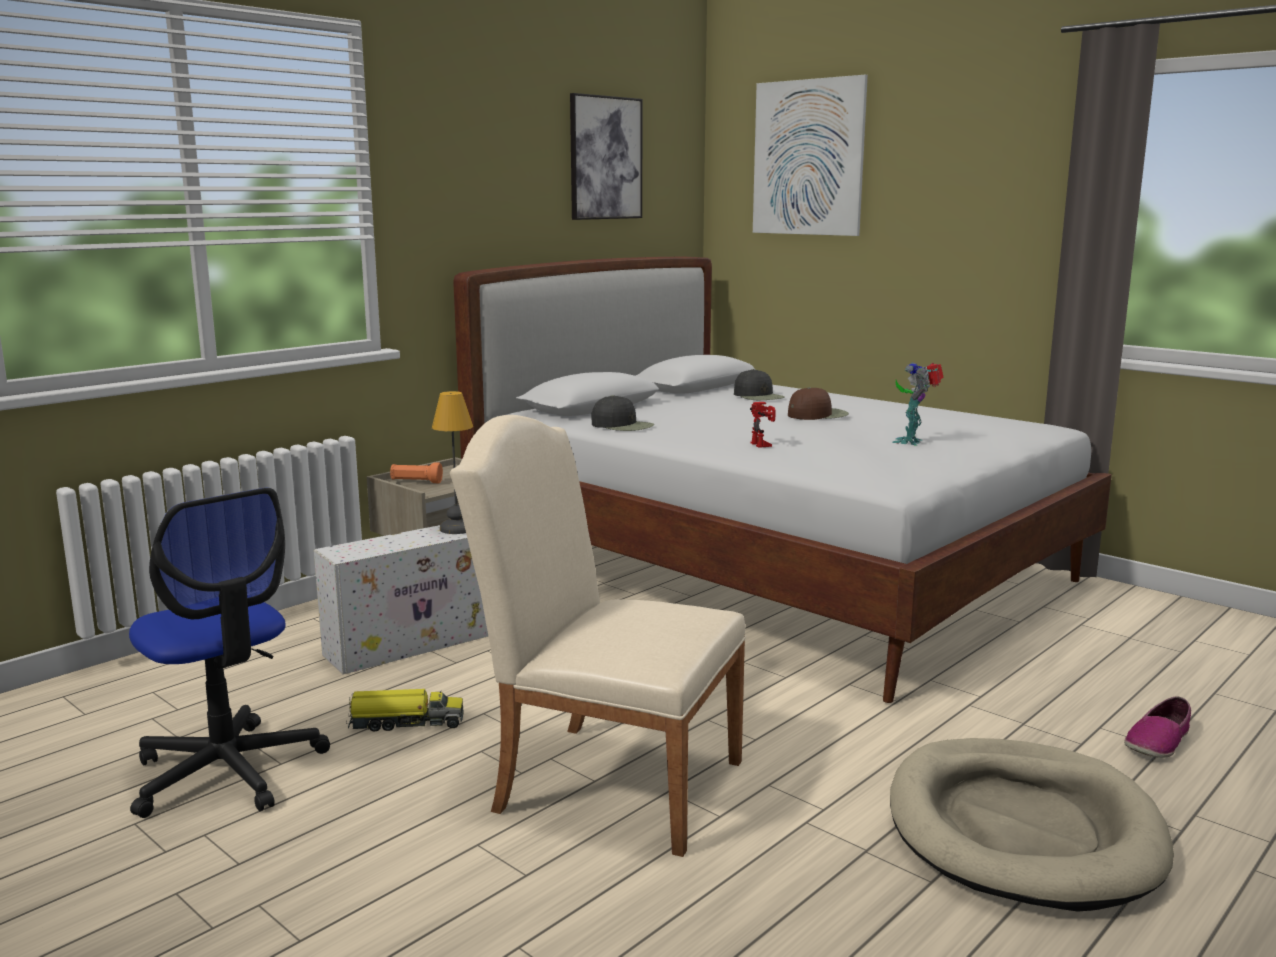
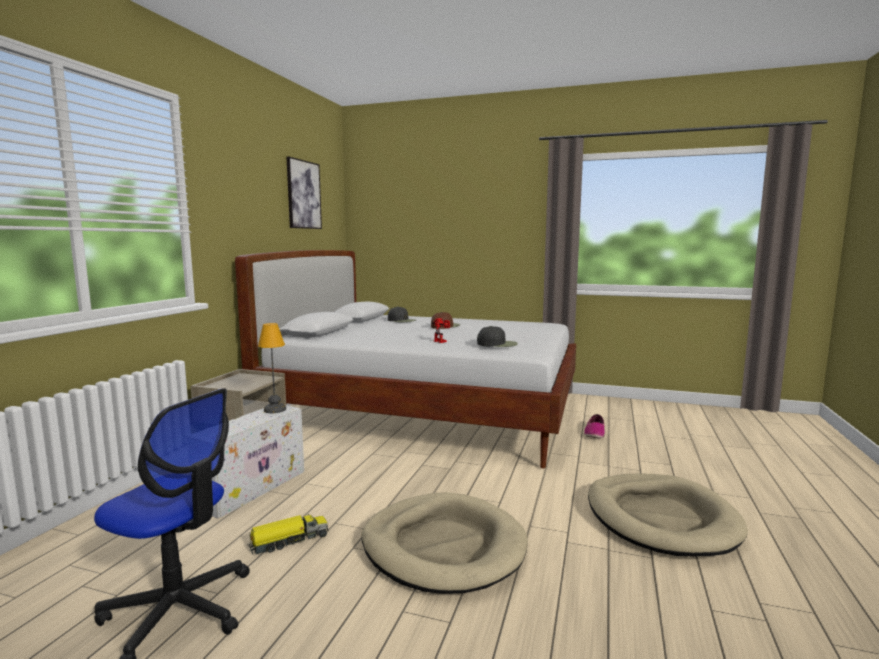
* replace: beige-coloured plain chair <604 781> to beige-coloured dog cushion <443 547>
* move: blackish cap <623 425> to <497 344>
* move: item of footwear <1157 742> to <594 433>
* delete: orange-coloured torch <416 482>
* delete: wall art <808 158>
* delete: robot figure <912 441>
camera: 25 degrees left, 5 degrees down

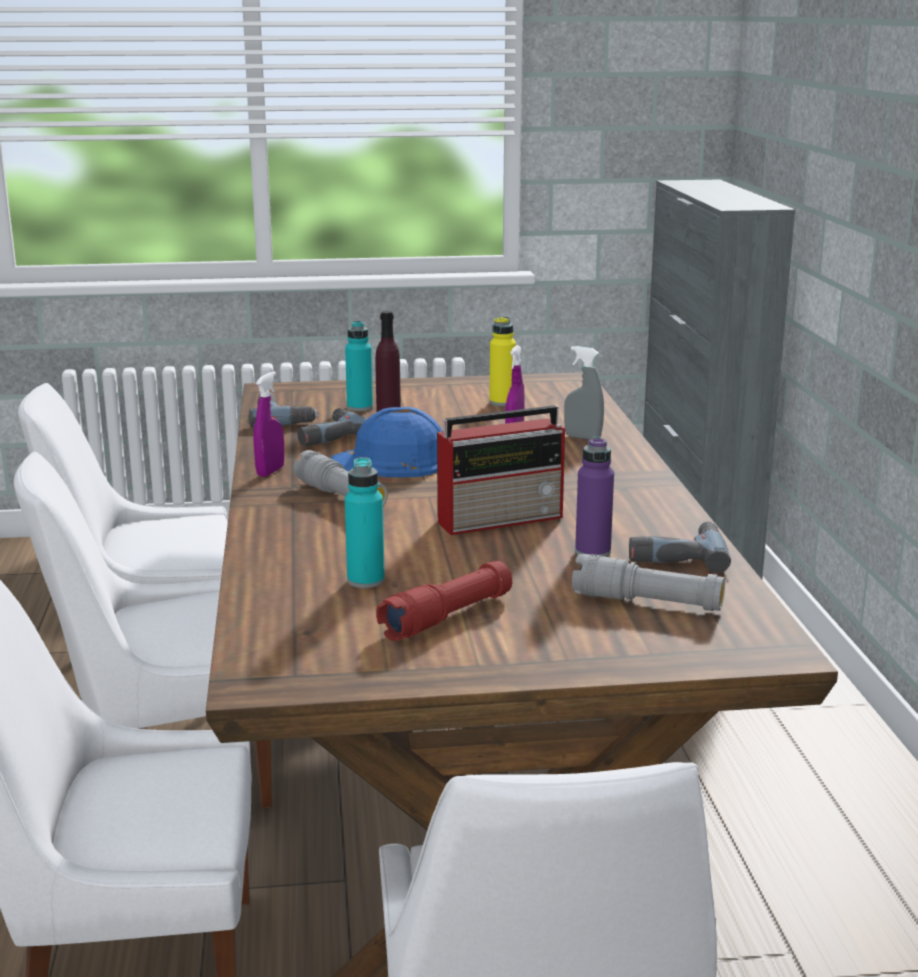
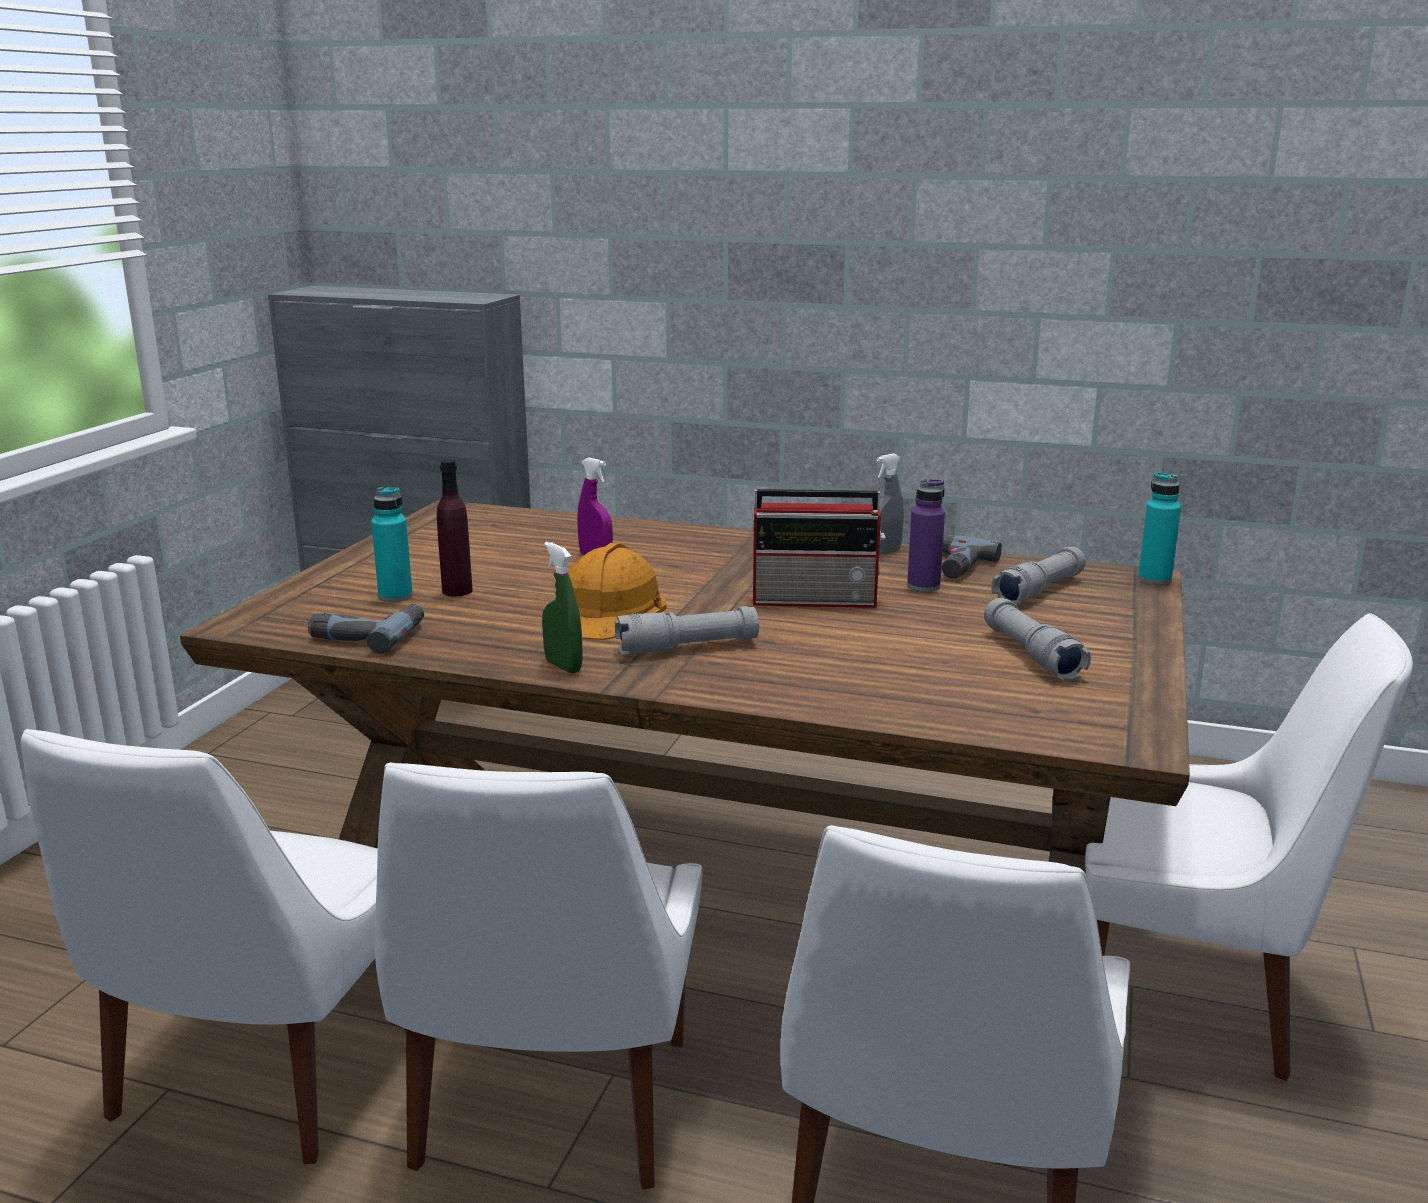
* recolor: purple-coloured spray bottle <270 471> to green spray bottle <563 666>
* recolor: blue-coloured work helmet <392 462> to orange-coloured work helmet <606 612>
* rotate: radio set <502 519> = <817 599> 90 degrees clockwise
* move: gray spray bottle <582 437> to <884 552>
* recolor: red torch <447 617> to gray torch <1031 655>
* move: blue-green bottle <365 580> to <1154 579>
* delete: electric drill <329 436>
* delete: yellow-coloured bottle <502 402>
camera: 65 degrees left, 0 degrees up

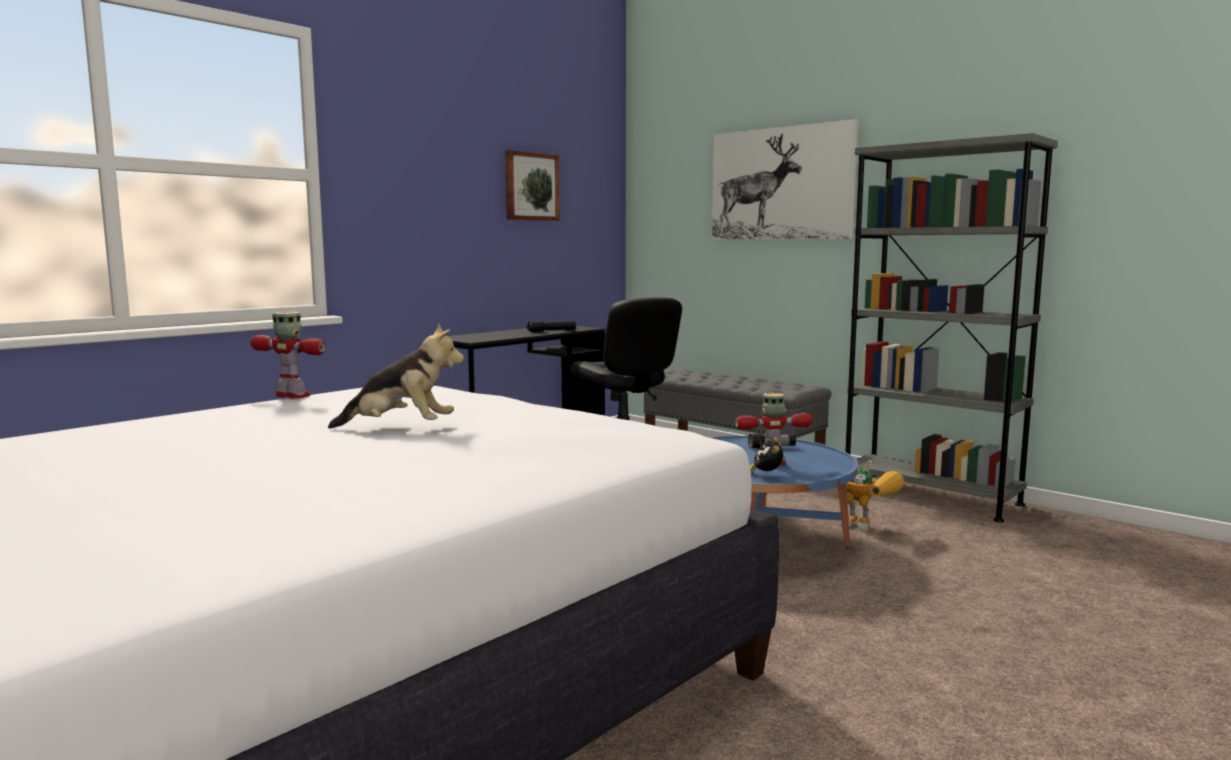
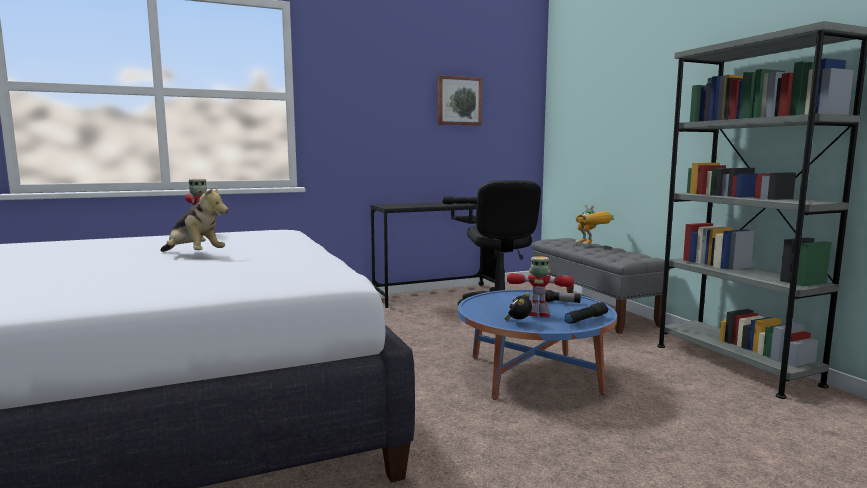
* insert: blackish torch <585 319>
* move: robot figure <869 527> to <591 245>
* delete: wall art <781 184>
camera: 25 degrees right, 0 degrees up

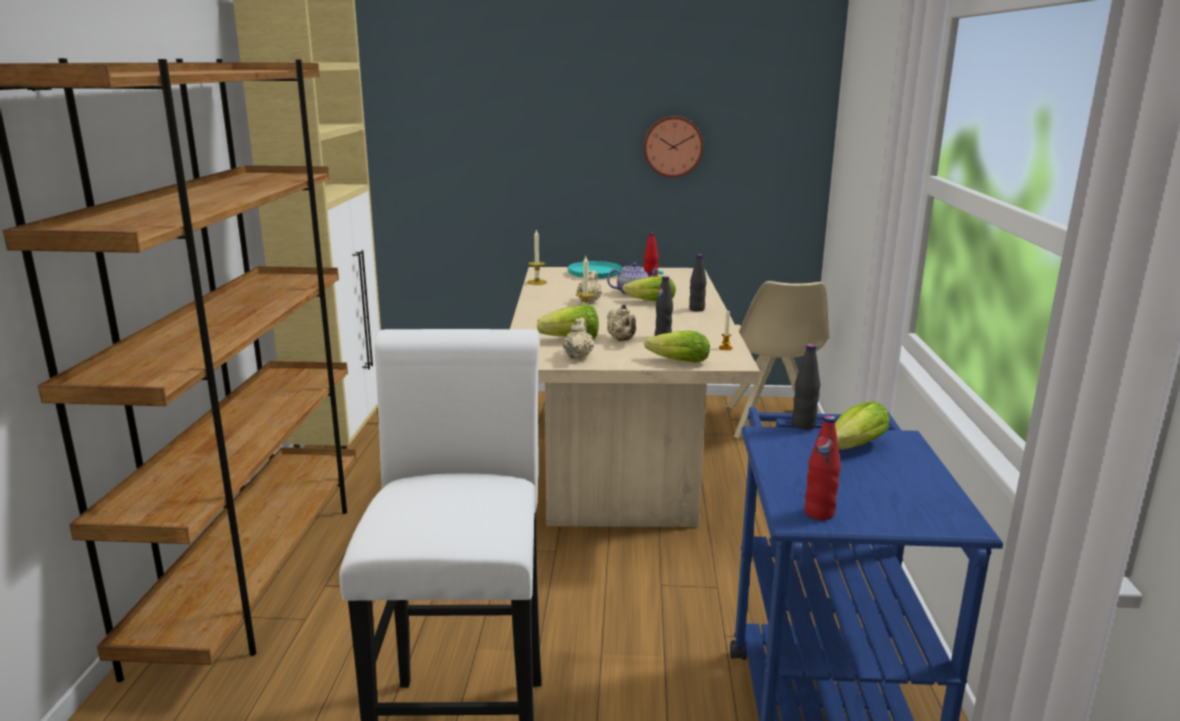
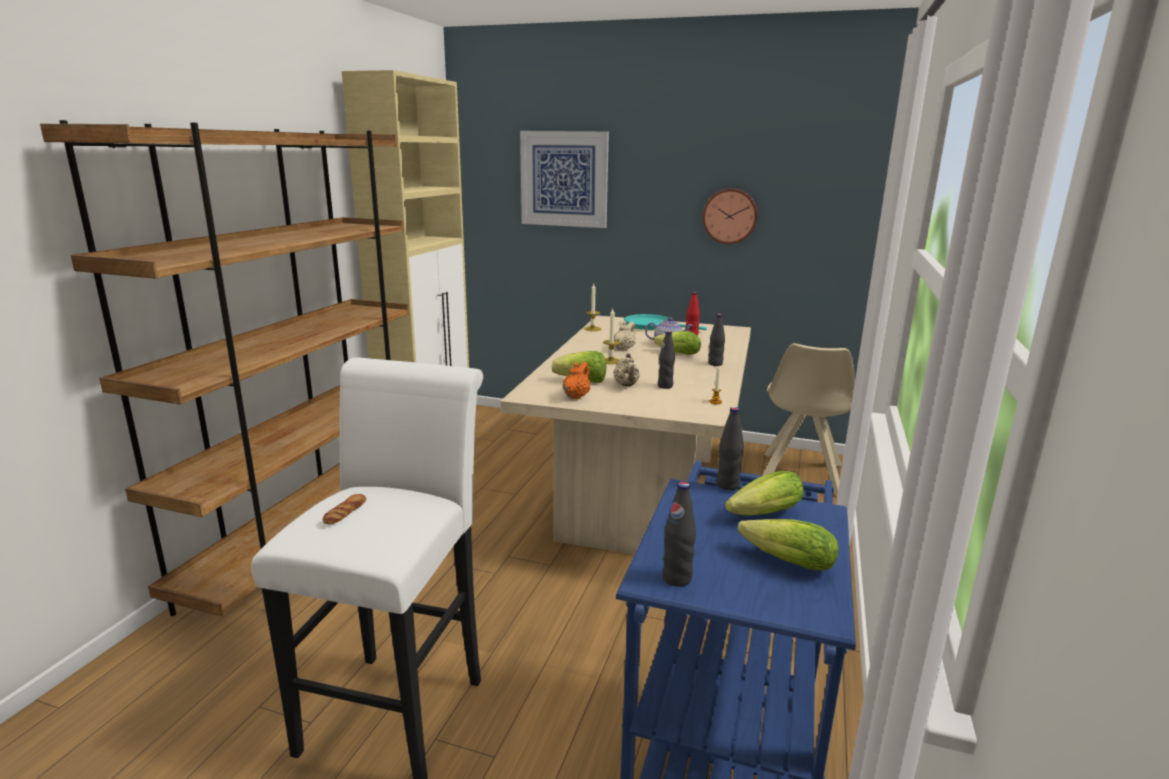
* insert: bread <345 513>
* insert: wall art <564 179>
* recolor: beige-coloured tea pot <578 356> to orange-coloured tea pot <576 396>
* recolor: red bottle <819 513> to blackish bottle <677 578>
* move: lettuce head <675 361> to <783 561>
camera: 15 degrees right, 0 degrees up

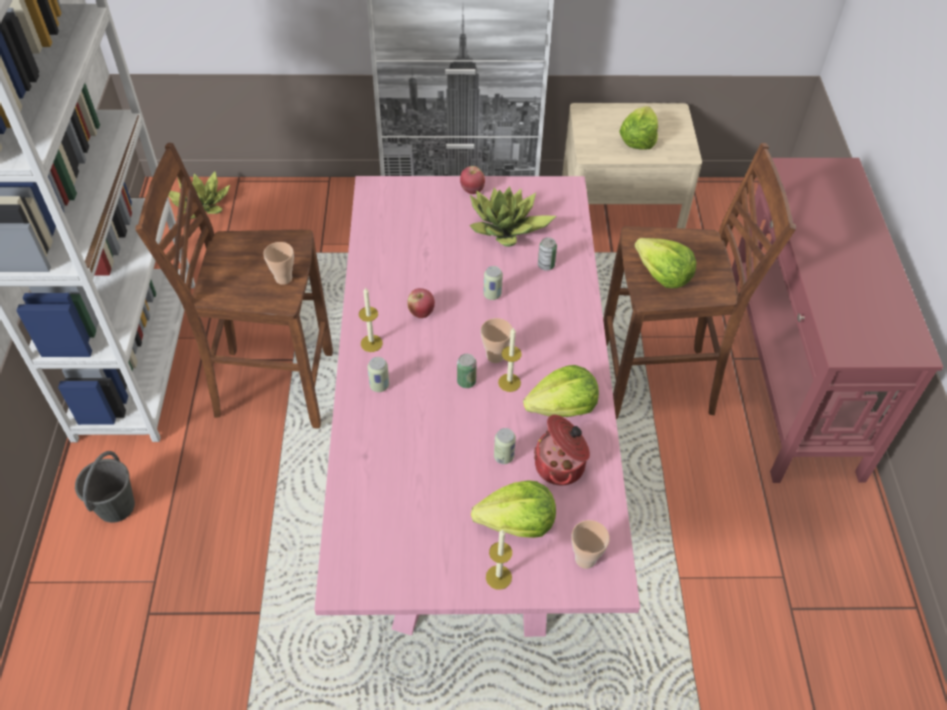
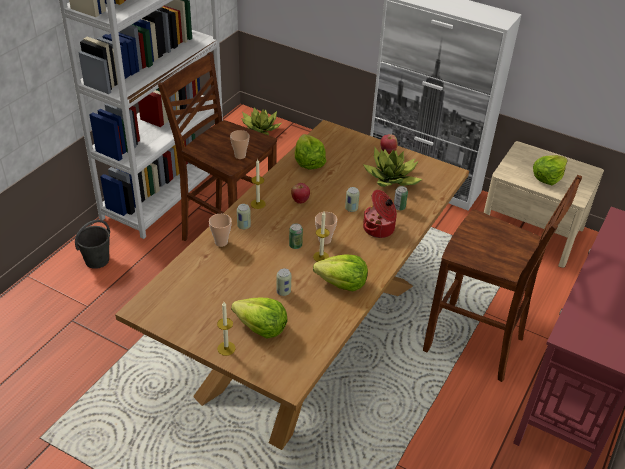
* recolor: pinkish dinner table <473 473> to brownish dinner table <308 338>
* move: drinking cup <585 559> to <221 242>
* move: lettuce head <662 275> to <308 162>
* move: cooking pot <561 465> to <379 229>
camera: 30 degrees right, 10 degrees down

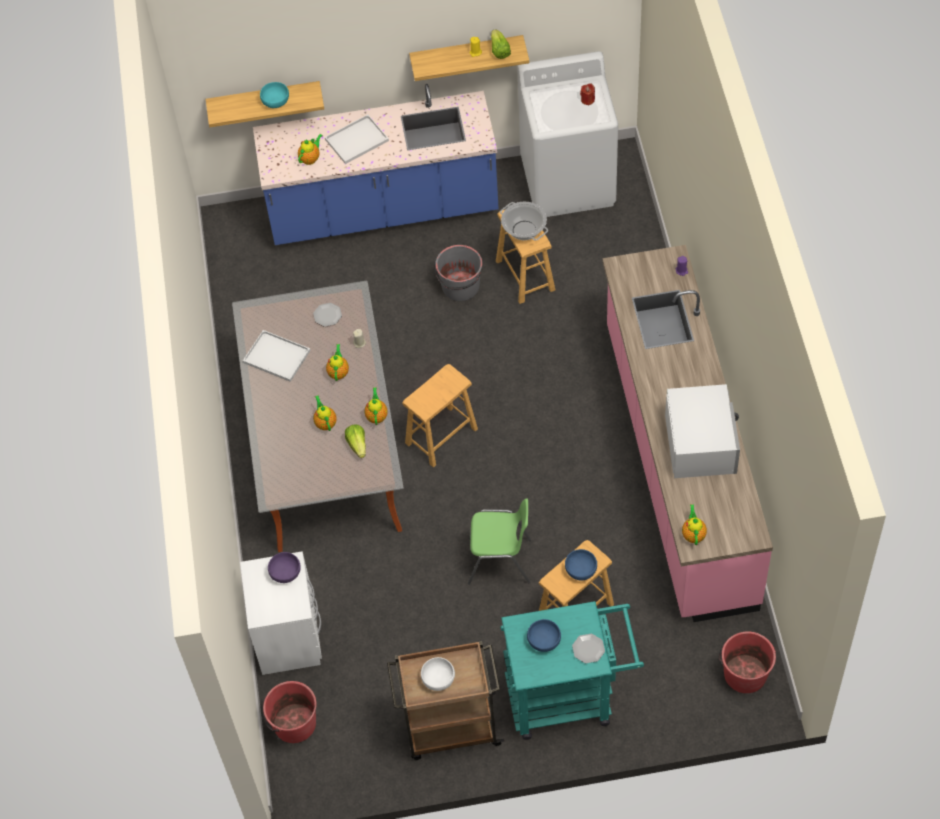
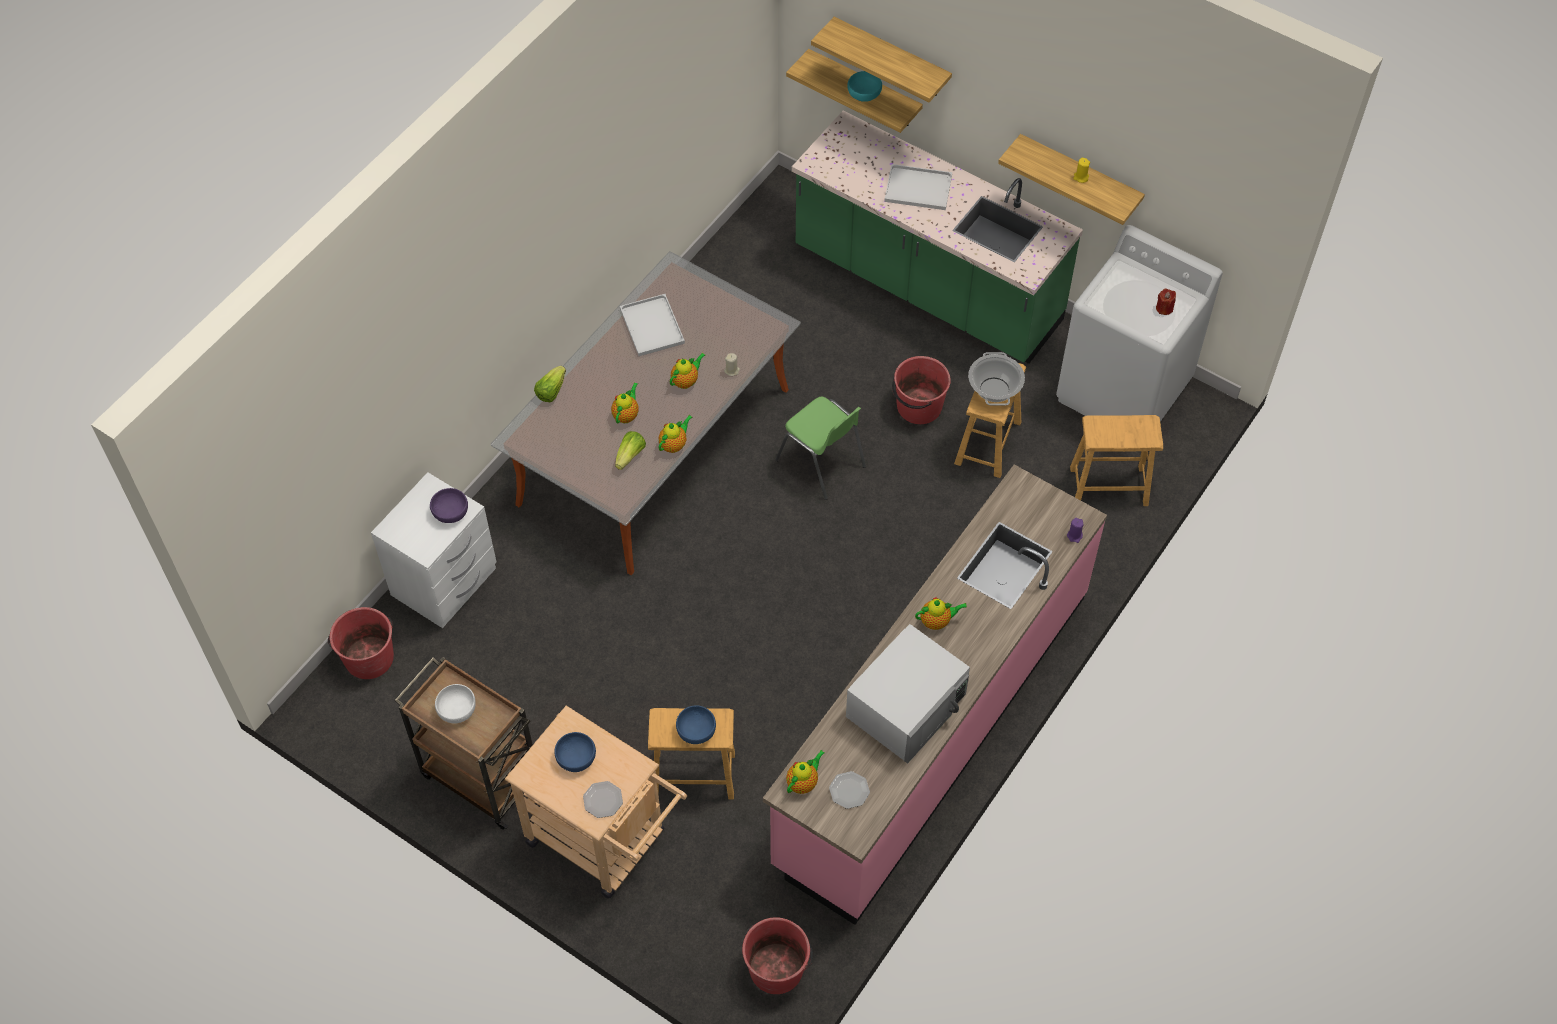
* recolor: blue-green wheeled cart <569 696> to beige-coloured wheeled cart <605 842>
* move: lettuce head <499 50> to <551 391>
* move: green plain chair <500 561> to <821 464>
* recolor: blue-coloured kitchen base unit <383 211> to green kitchen base unit <927 287>
* insert: bracket shelf <891 58>
* move: dinner plate <328 315> to <849 791>
* recolor: gray bucket <460 287> to red bucket <918 407>
* move: tea pot <310 158> to <937 621>
* move: brownish stool seat <441 436> to <1109 486>
camera: 40 degrees right, 0 degrees up

